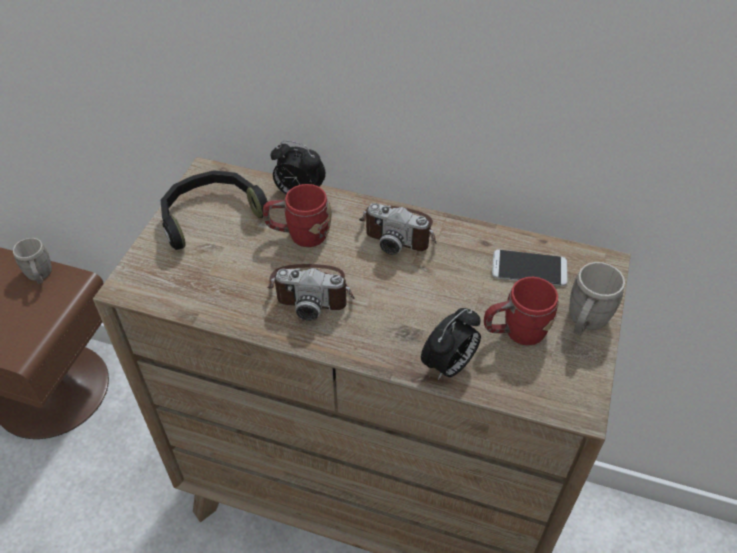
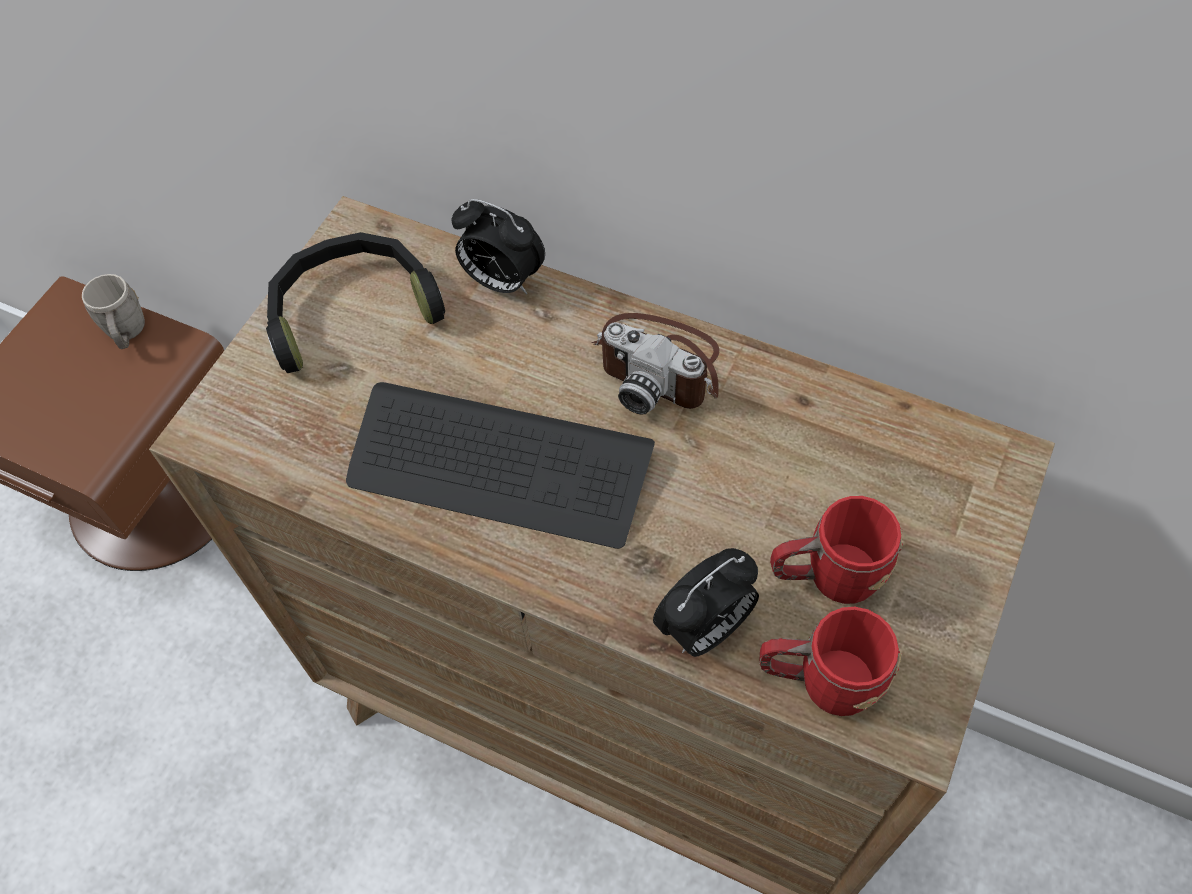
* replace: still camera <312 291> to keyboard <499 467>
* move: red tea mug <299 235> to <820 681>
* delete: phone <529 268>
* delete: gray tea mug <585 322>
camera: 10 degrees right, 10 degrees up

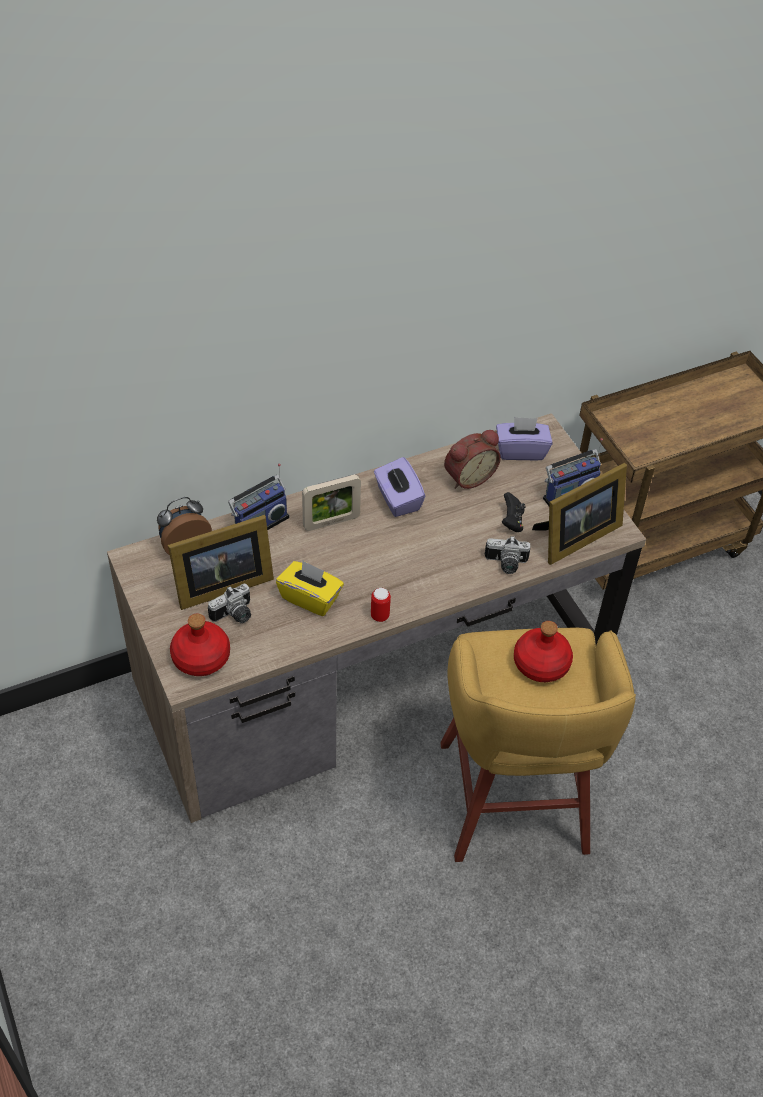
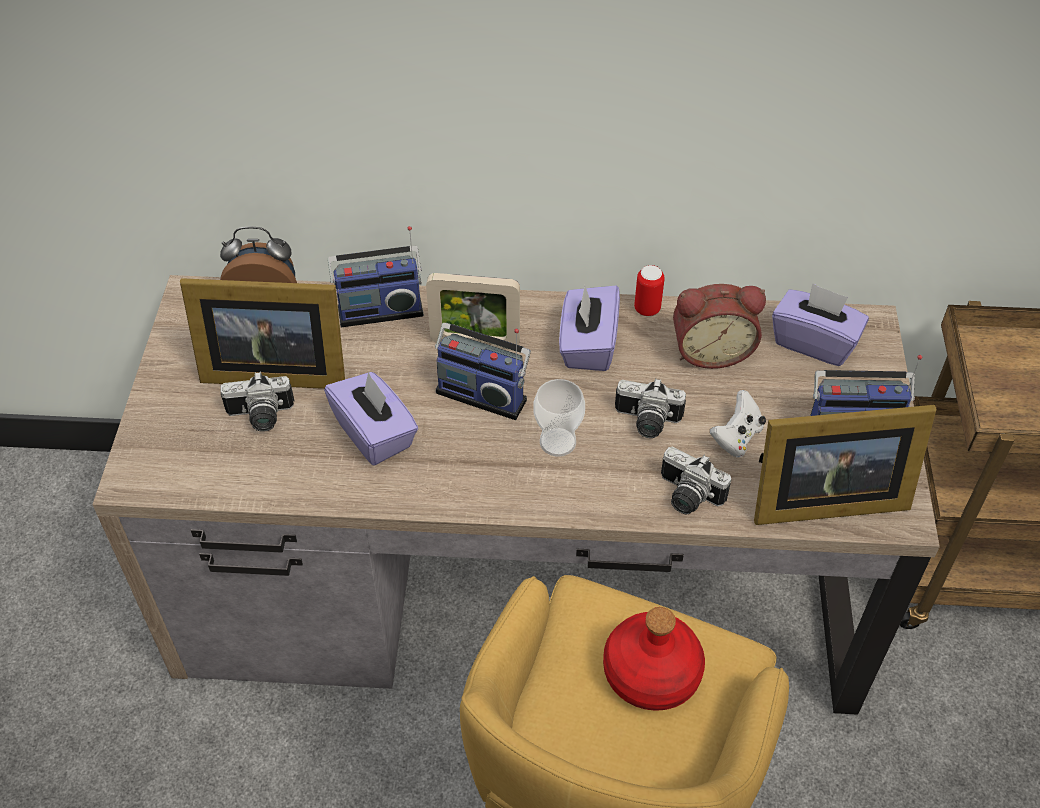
* recolor: yellow-coloured tissue holder <310 598> to purple-coloured tissue holder <375 433>
* insert: radio set <483 393>
* insert: drinking cup <557 442>
* insert: still camera <646 422>
* move: sealed can <380 616> to <647 309>
* recolor: blackish joypad <512 521> to white-coloured joypad <736 437>
* delete: red bottle <201 658>
camera: 30 degrees right, 0 degrees up

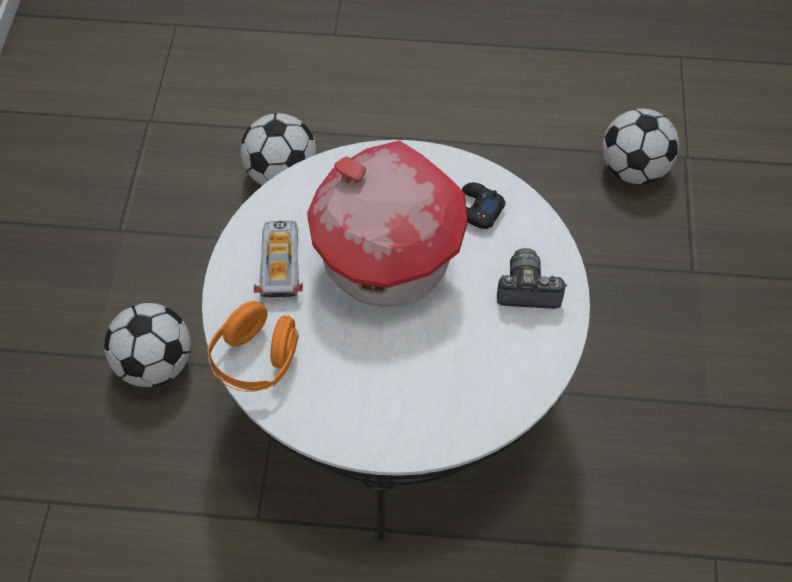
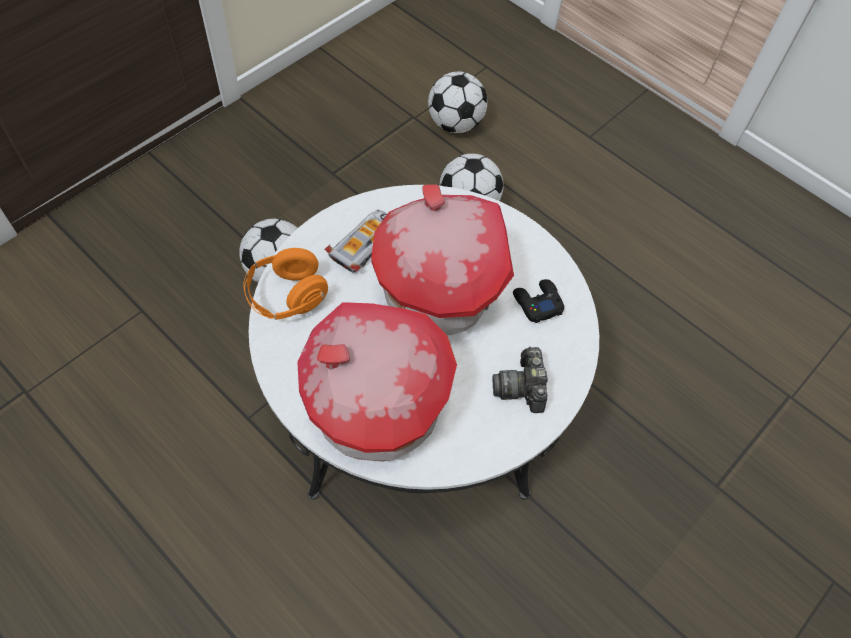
* insert: model house <375 410>
* move: ball for football <633 169> to <455 124>
* rotate: still camera <527 290> = <521 387> 135 degrees counterclockwise
camera: 35 degrees right, 0 degrees up

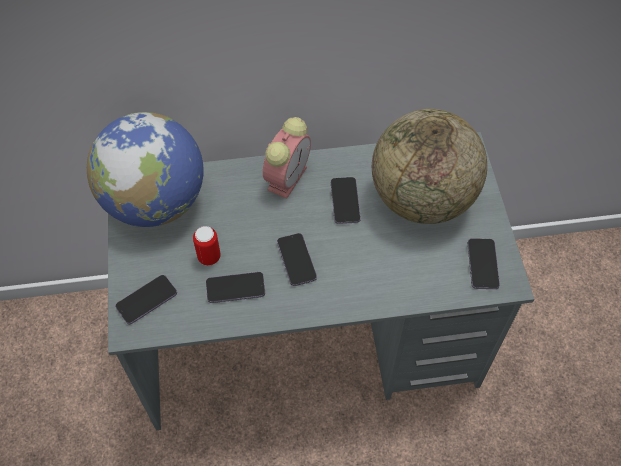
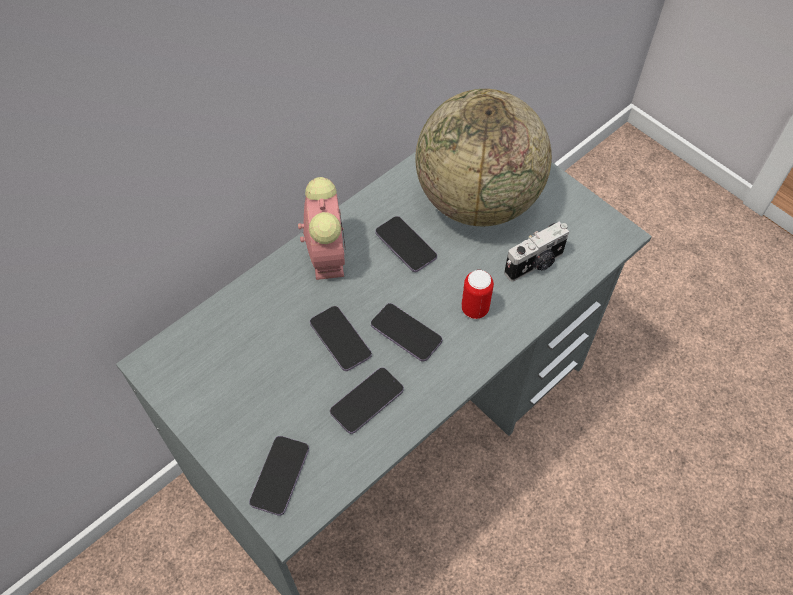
* move: phone <482 264> to <340 339>
* move: sealed can <209 257> to <475 308>
* insert: still camera <535 264>
* delete: desk globe <155 202>
camera: 35 degrees left, 0 degrees up

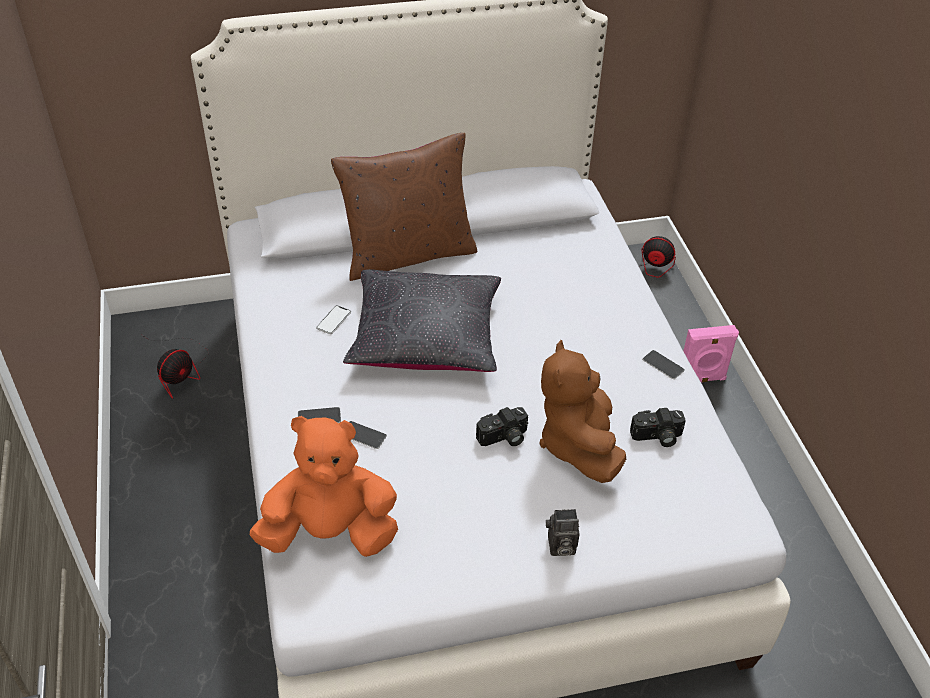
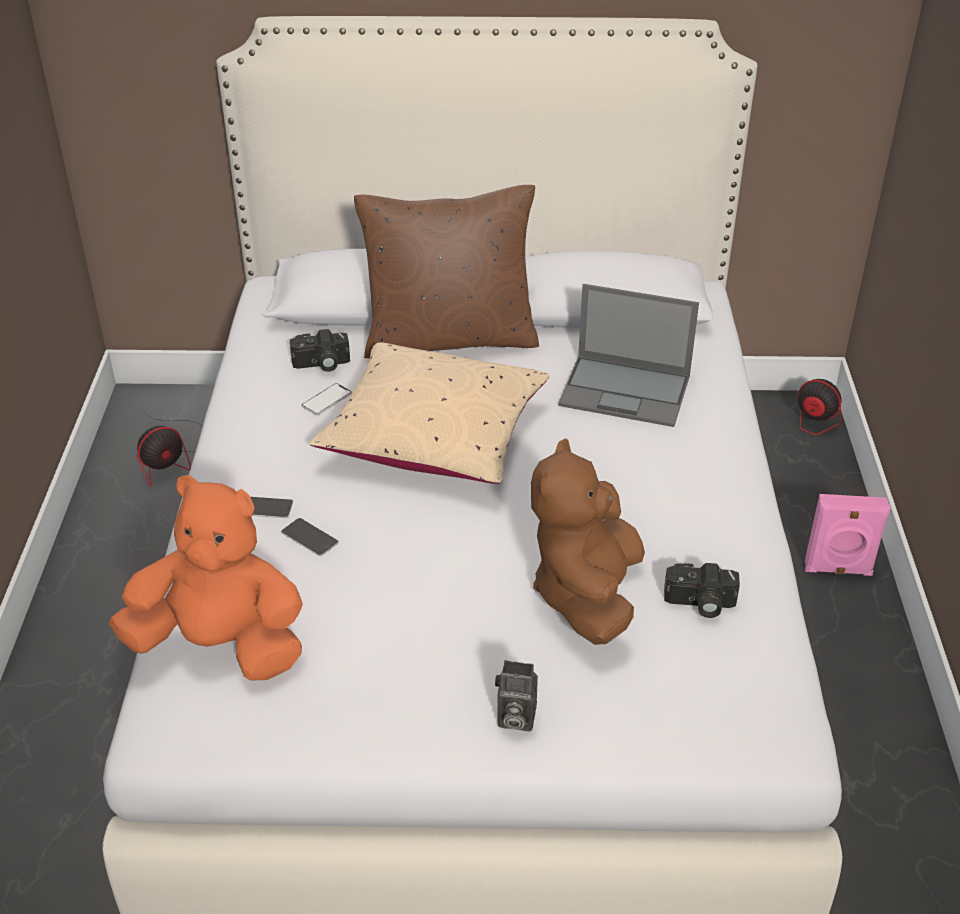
* move: still camera <504 438> to <321 364>
* recolor: blackish throw pillow <425 337> to beige-coloured throw pillow <434 435>
* insert: notebook computer <626 391>
* delete: phone <663 365>
camera: 15 degrees right, 5 degrees down

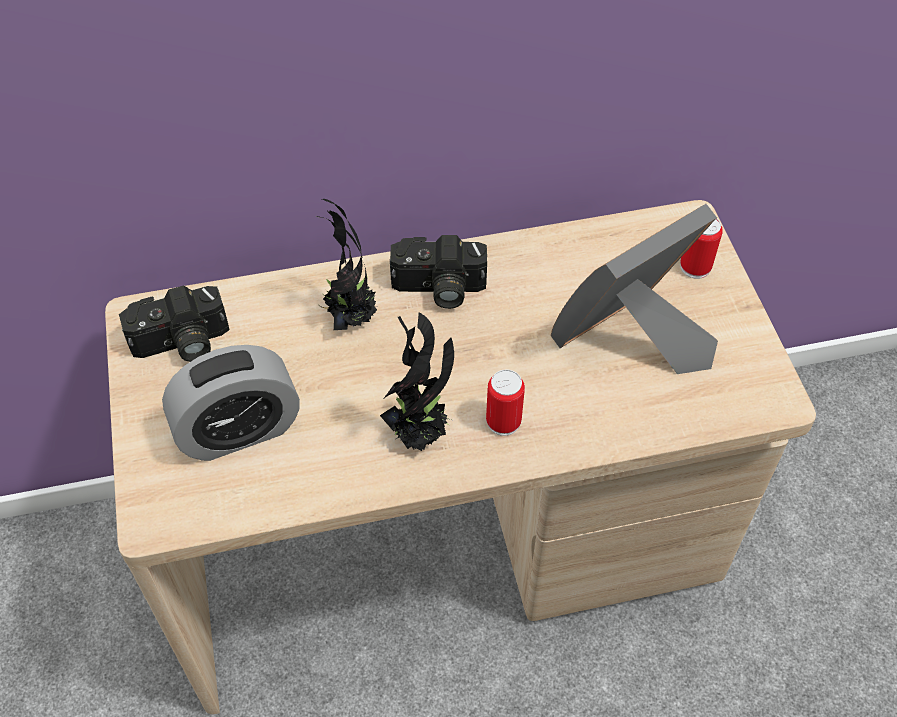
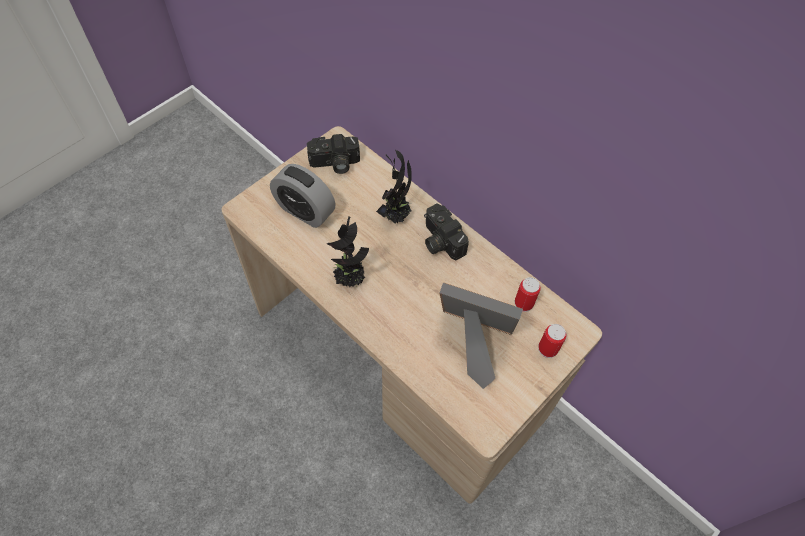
* rotate: still camera <181 344> = <334 164> 45 degrees counterclockwise
* move: sealed can <503 421> to <523 303>
camera: 55 degrees right, 5 degrees up

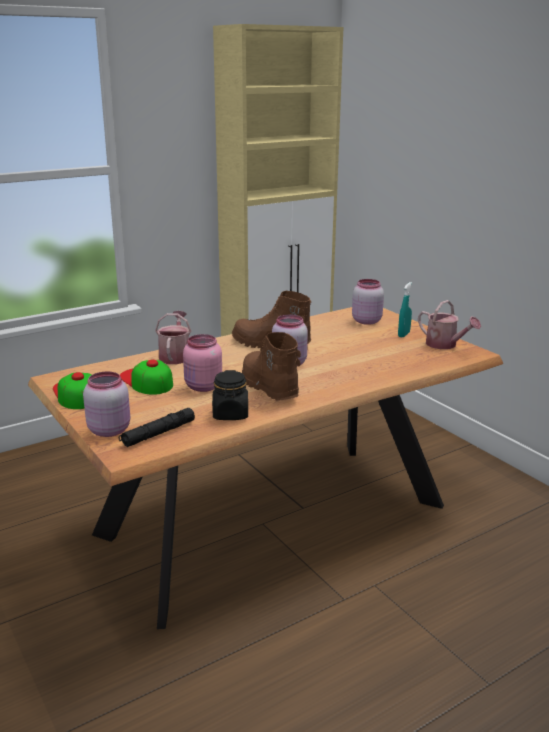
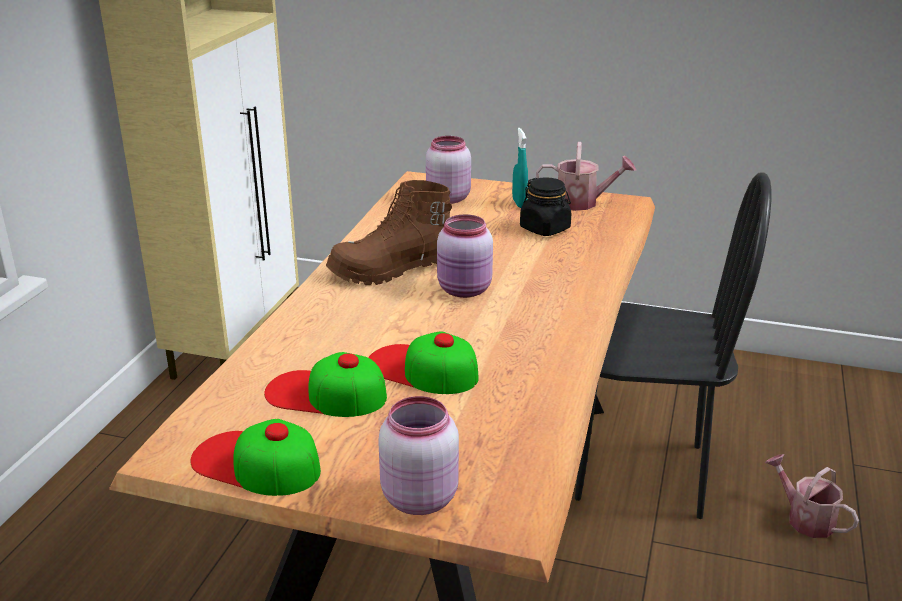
* replace: pinkish jar <203 387> to cap <422 369>
* move: blackish jar <230 414> to <545 229>
* insert: blackish plain chair <640 472>
* move: sprinkling can <175 356> to <805 518>
* delete: blackish torch <158 434>
* delete: brownish boot <268 387>
camera: 40 degrees left, 5 degrees up

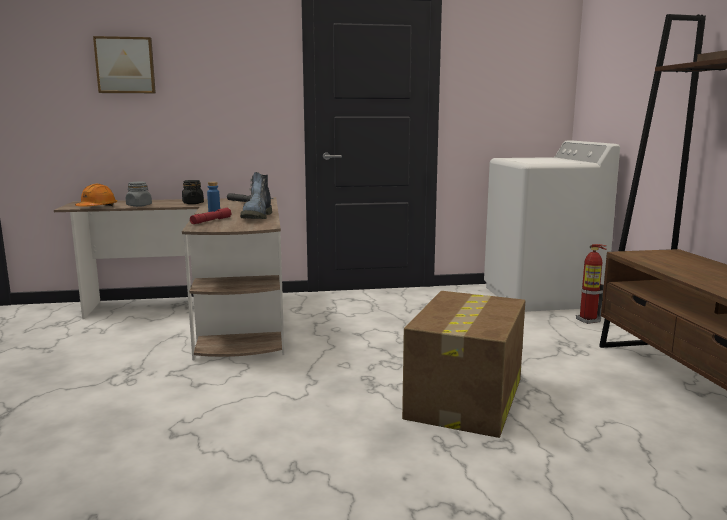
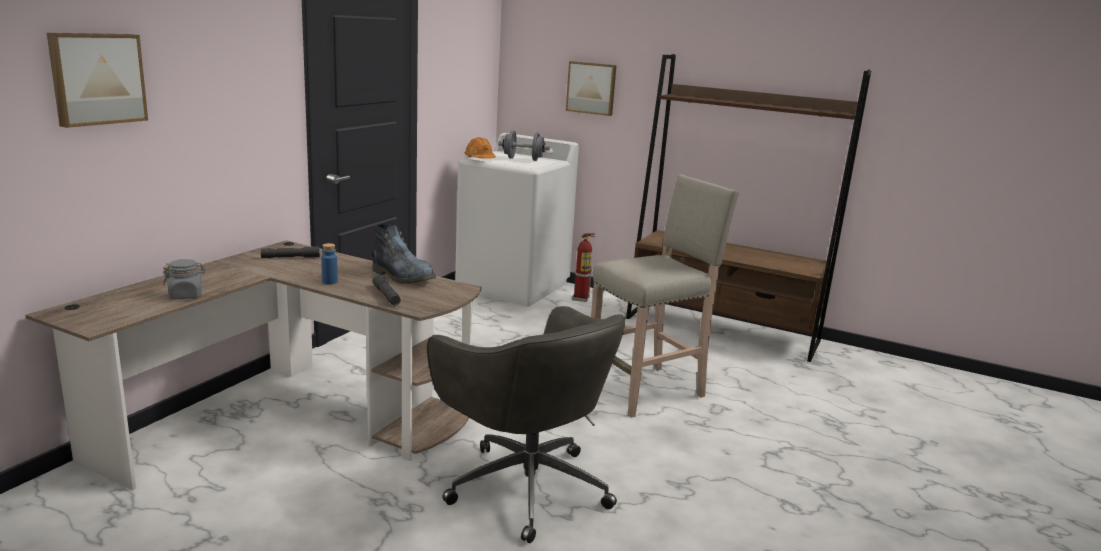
* recolor: red torch <211 221> to gray torch <386 295>
* insert: gray desk chair <525 485>
* move: orange-coloured work helmet <97 207> to <479 158>
* insert: gray hand weight <523 159>
* insert: wall art <591 88>
* replace: carton <465 399> to beige-coloured stool seat <647 390>
* delete: blackish jar <193 203>
camera: 55 degrees left, 5 degrees up

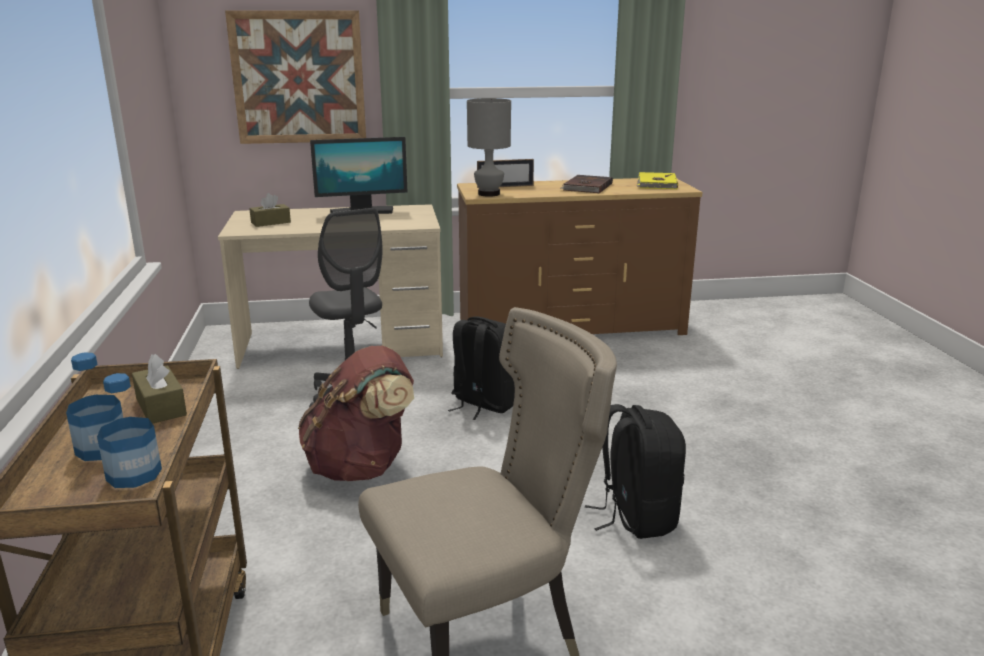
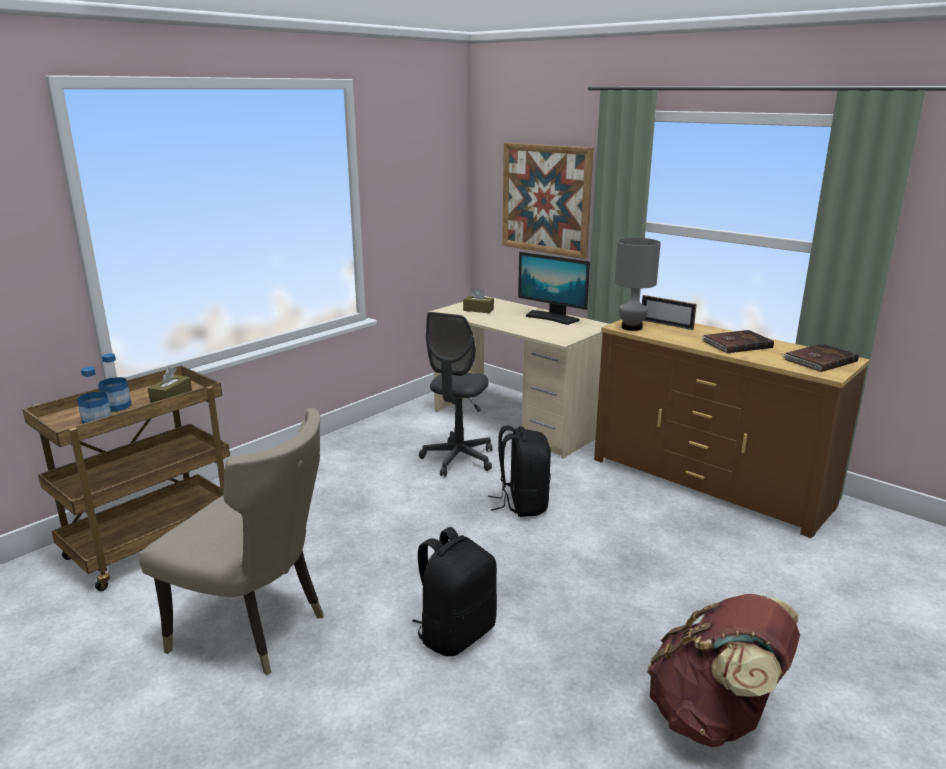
* move: brownish rucksack <361 467> to <714 717>
* recolor: yellow-coloured volume <656 184> to brownish volume <819 360>
camera: 50 degrees right, 0 degrees up

